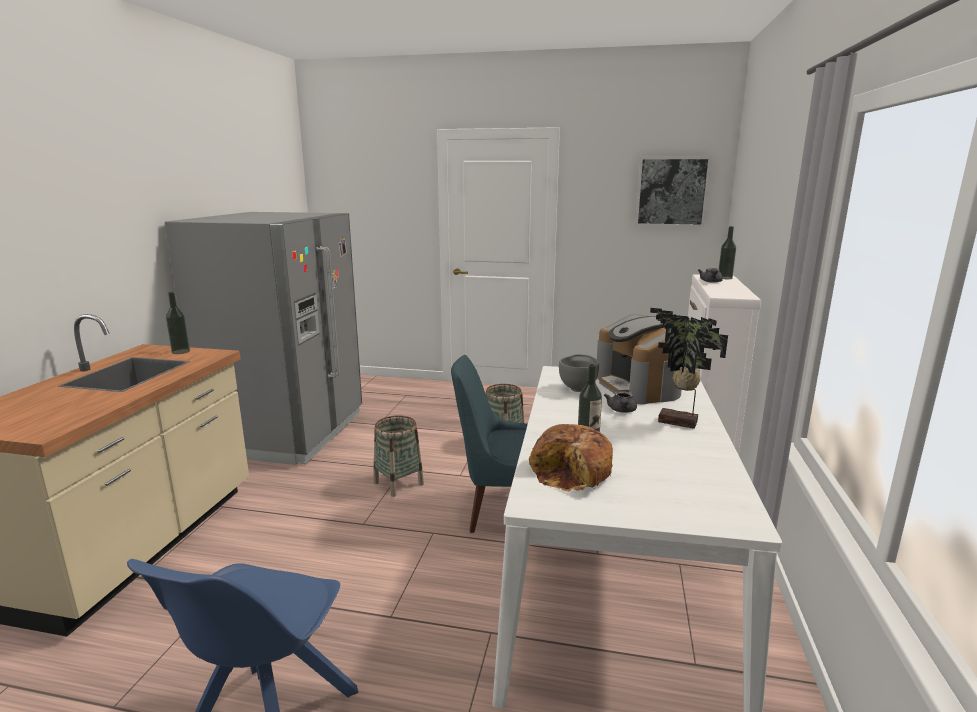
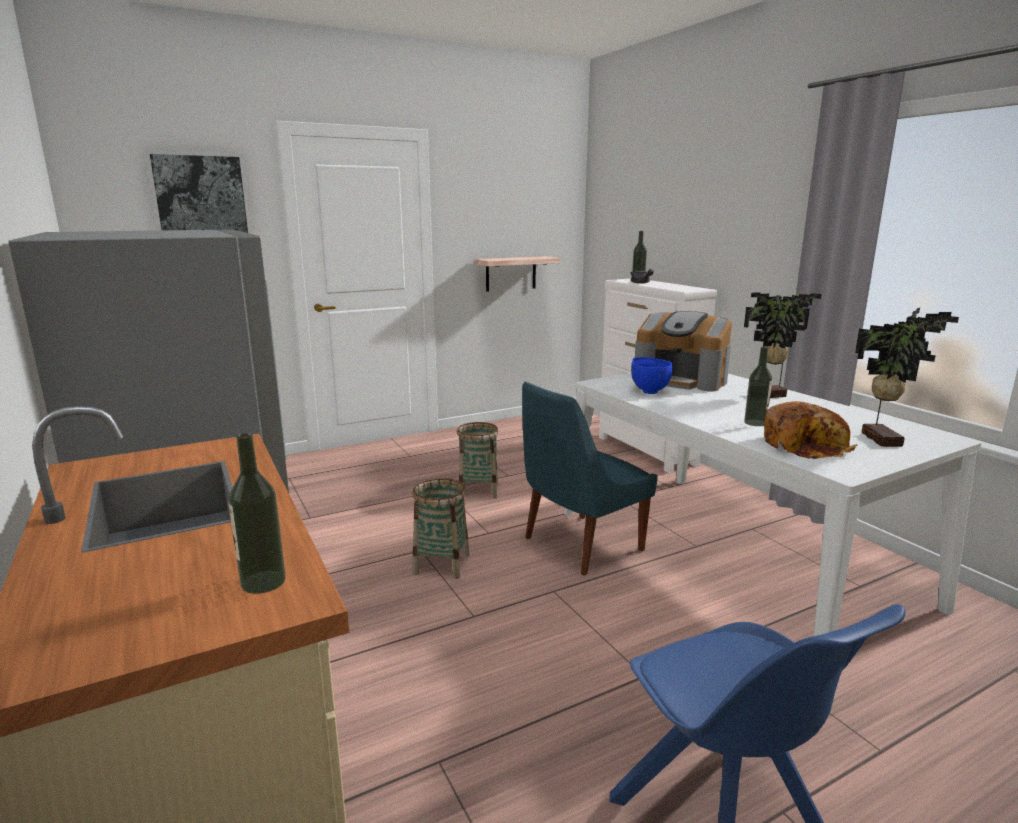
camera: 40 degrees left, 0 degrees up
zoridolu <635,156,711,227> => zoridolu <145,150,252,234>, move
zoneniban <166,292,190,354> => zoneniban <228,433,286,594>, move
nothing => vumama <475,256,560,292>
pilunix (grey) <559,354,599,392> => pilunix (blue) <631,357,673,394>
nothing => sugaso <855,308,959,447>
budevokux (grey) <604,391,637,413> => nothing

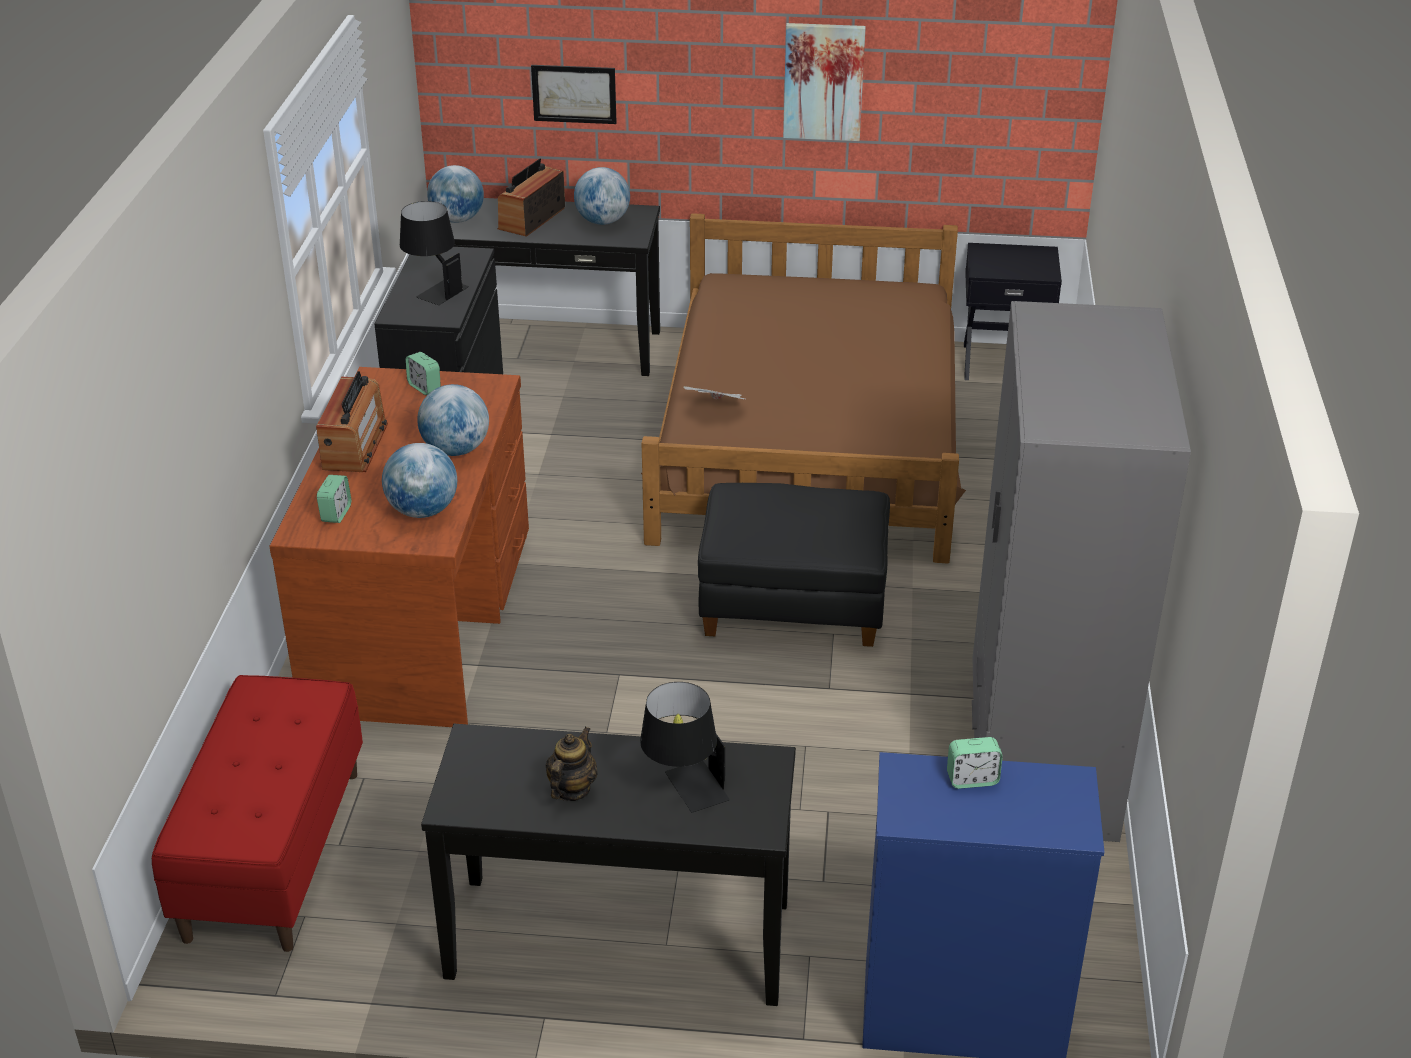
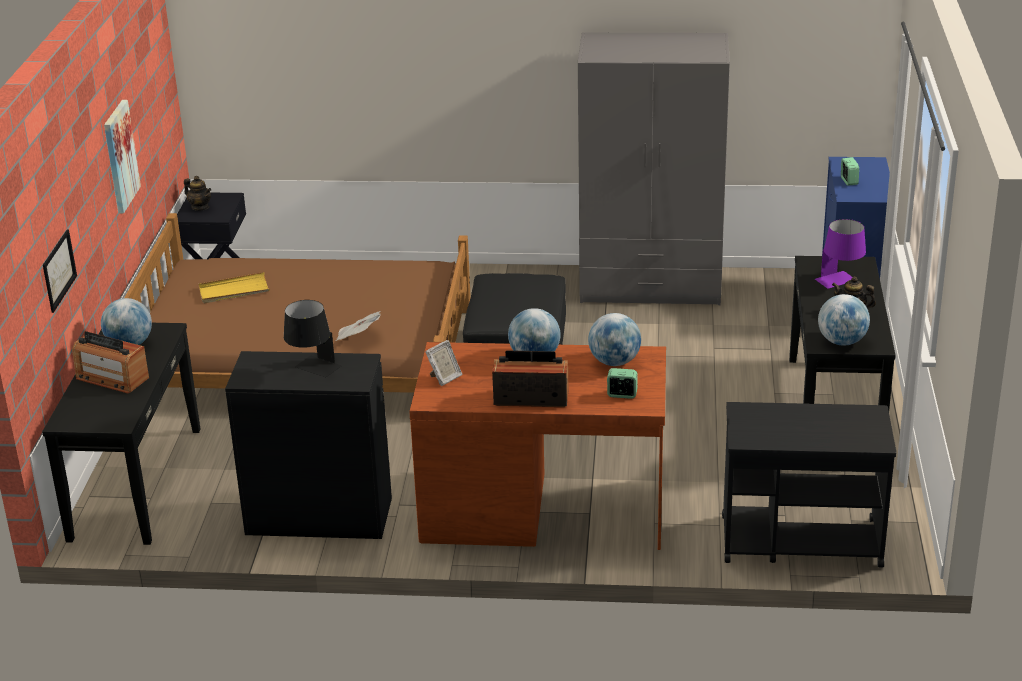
camera: 90 degrees left, 5 degrees down
nothing => budevokux <184,176,211,211>
nothing => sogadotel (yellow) <199,272,270,303>
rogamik <406,352,441,395> => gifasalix <425,340,462,386>
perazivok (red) <152,675,363,952> => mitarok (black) <722,402,896,568>
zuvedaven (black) <640,682,730,813> => zuvedaven (purple) <815,219,866,289>
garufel <427,165,484,223> => garufel <818,294,870,346>, move

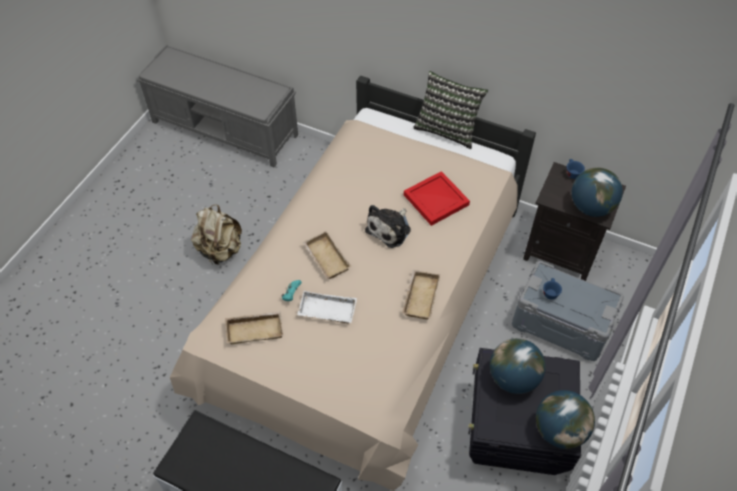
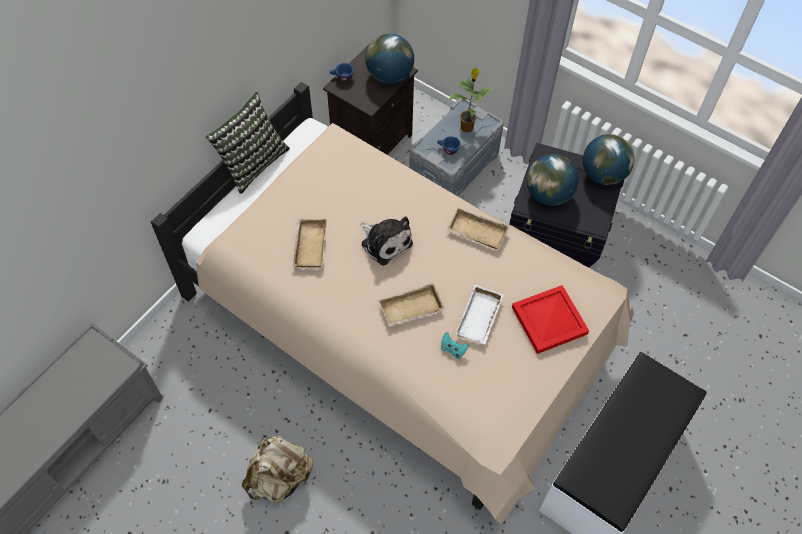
camera: 80 degrees left, 5 degrees up
sogadotel (beige) <225,311,283,344> => sogadotel (beige) <293,219,327,268>, move
nothing => sugaso <449,68,493,133>
sogadotel (red) <404,171,470,226> => sogadotel (red) <512,285,589,354>, move

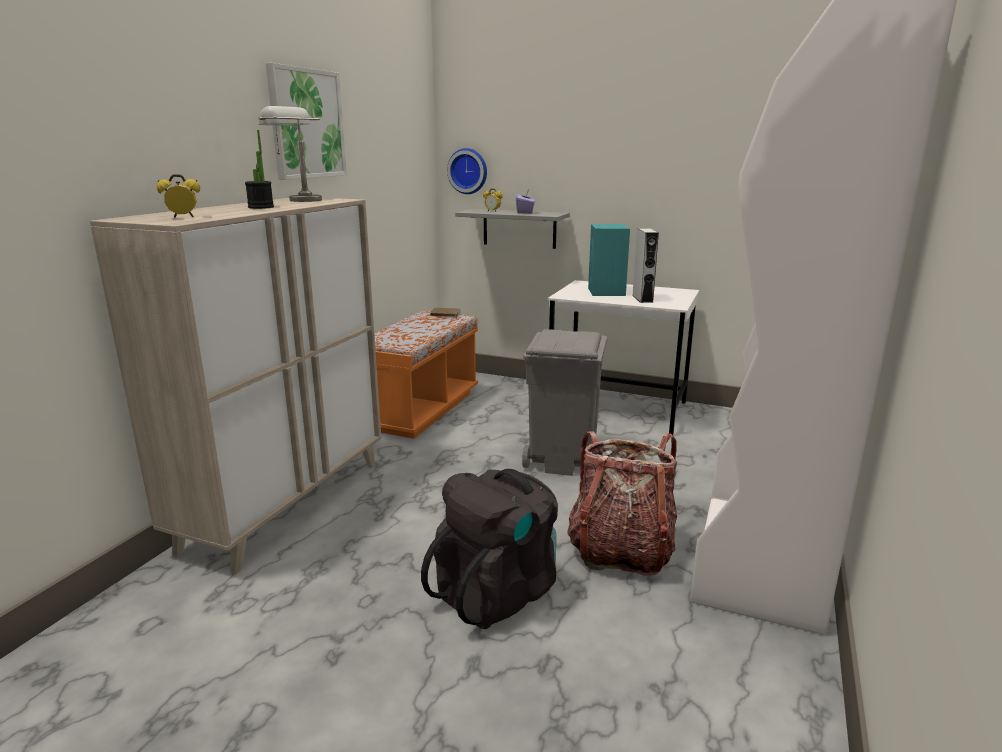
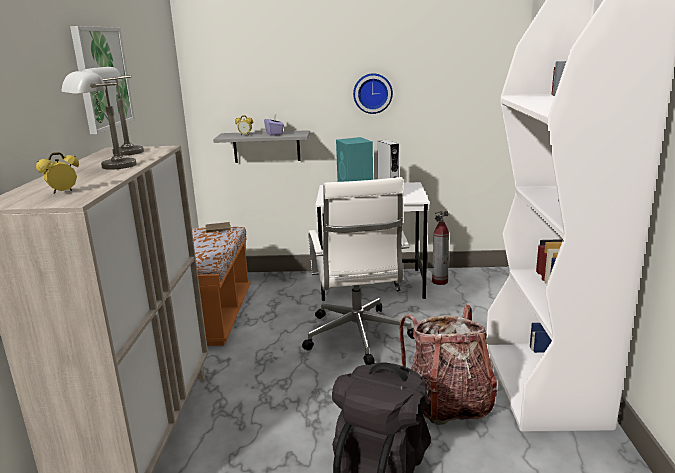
camera: 20 degrees left, 0 degrees up
sugaso <245,130,274,209> => zuvedaven (grey) <62,71,136,170>
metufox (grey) <522,329,607,476> => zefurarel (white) <302,177,414,365>
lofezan <447,148,487,194> => lofezan <353,73,393,114>, move
nothing => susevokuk <432,211,449,285>

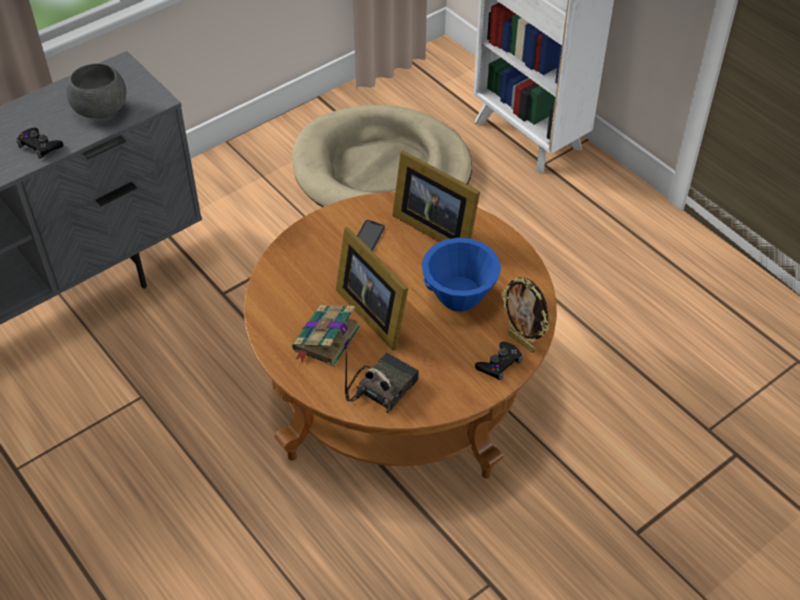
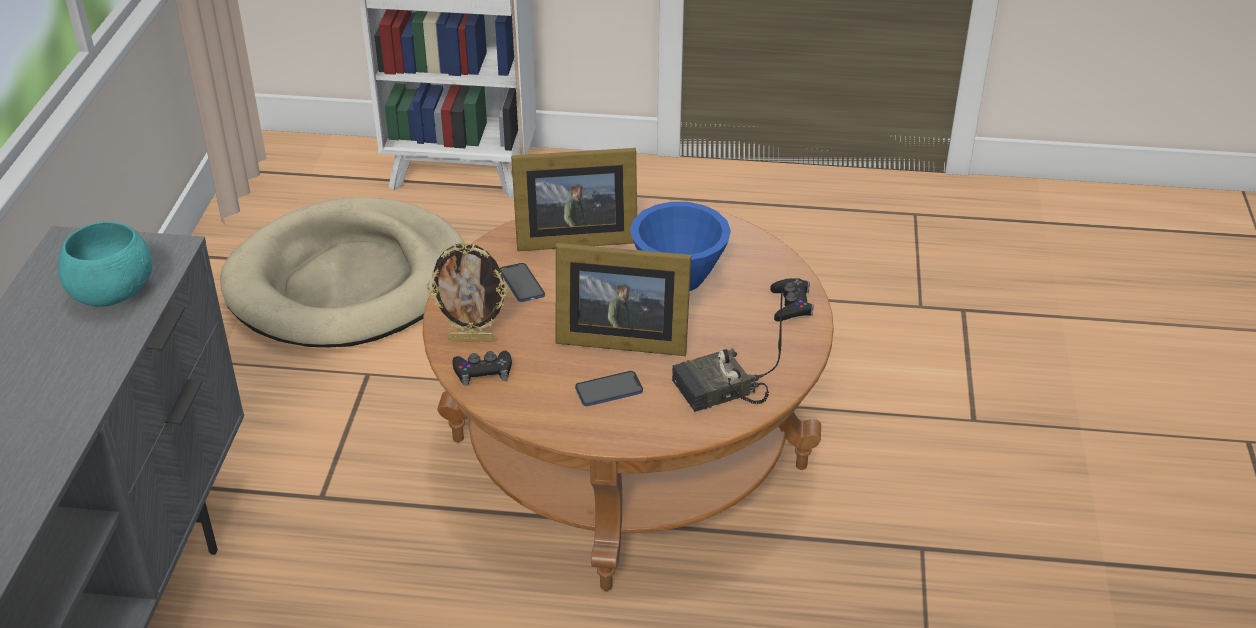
camera: 45 degrees left, 10 degrees down
pilunix (grey) <66,63,126,119> => pilunix (turquoise) <58,222,152,307>
gifasalix <501,277,549,353> => gifasalix <427,242,509,342>, move
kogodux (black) <16,128,63,159> => kogodux (black) <453,351,512,386>, move
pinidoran <292,305,360,367> => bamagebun <575,371,643,406>
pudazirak <345,351,419,413> => pudazirak <672,282,783,412>, 105 degrees counterclockwise

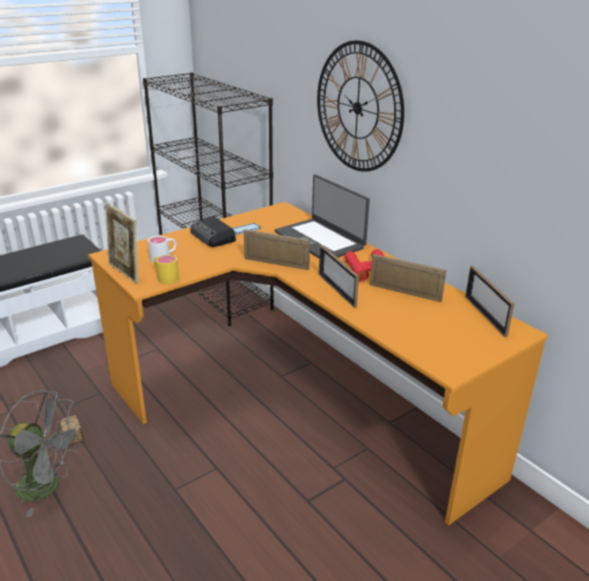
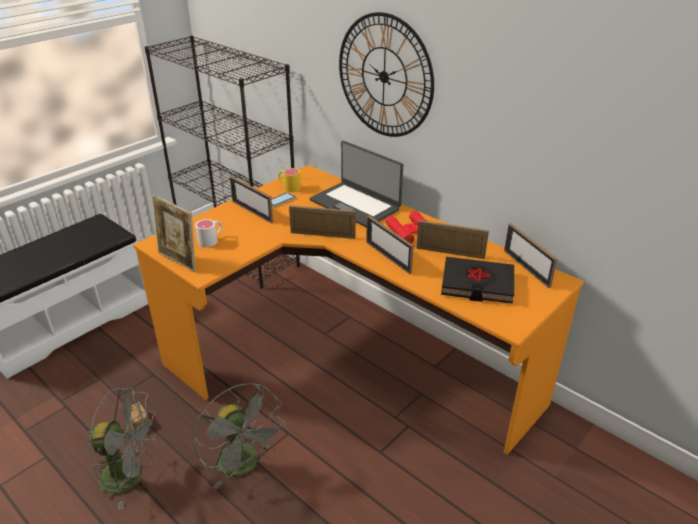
camera: 10 degrees left, 5 degrees up
nothing => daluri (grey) <193,383,286,490>
pudazirak <190,217,236,247> => gifasalix <230,176,273,223>
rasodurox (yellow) <154,255,179,284> => rasodurox (yellow) <278,168,301,192>, move
nothing => pinidoran (black) <441,257,514,304>

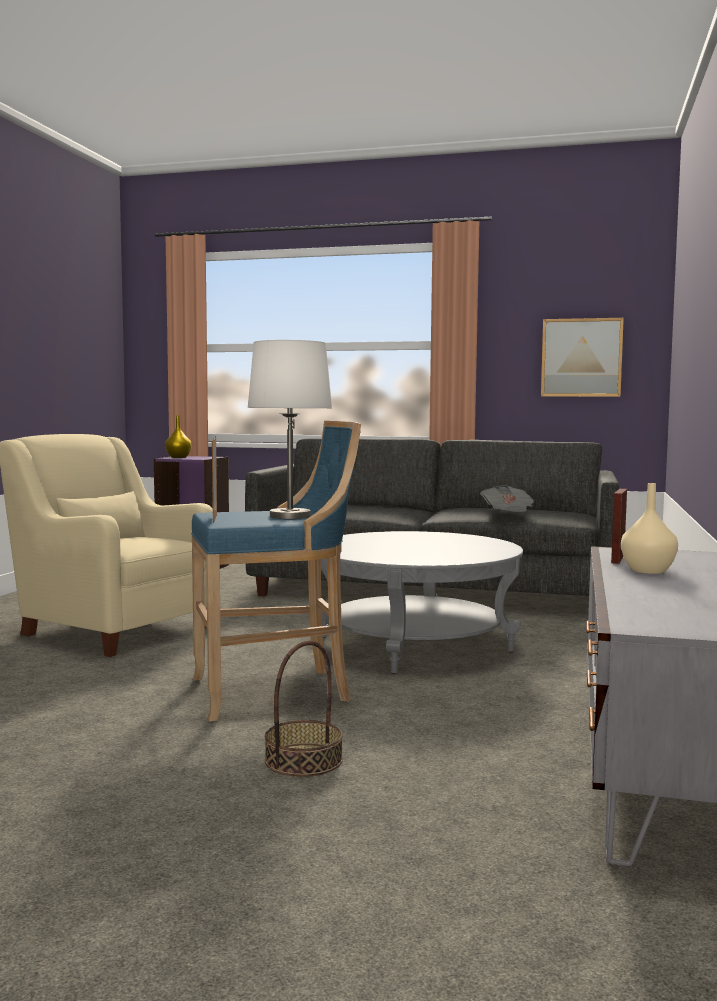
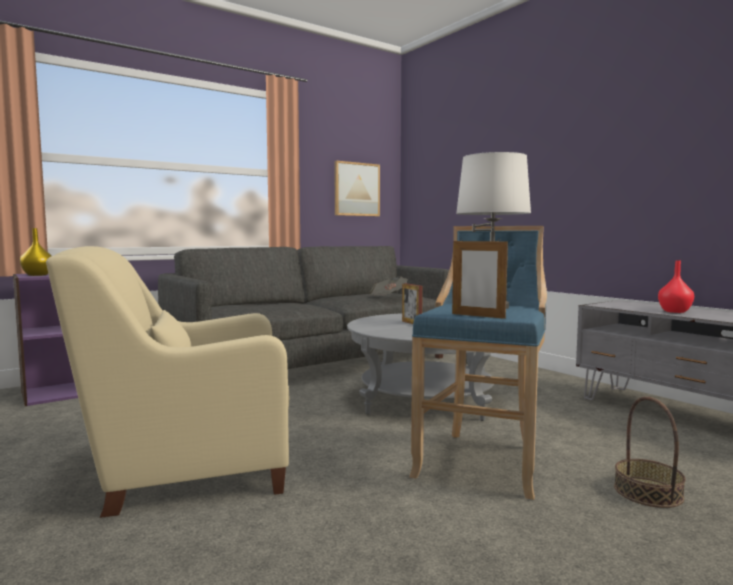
camera: 50 degrees left, 0 degrees up
gifasalix <611,489,627,564> => gifasalix <402,283,423,324>, move
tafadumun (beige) <621,483,678,574> => tafadumun (red) <658,260,694,313>

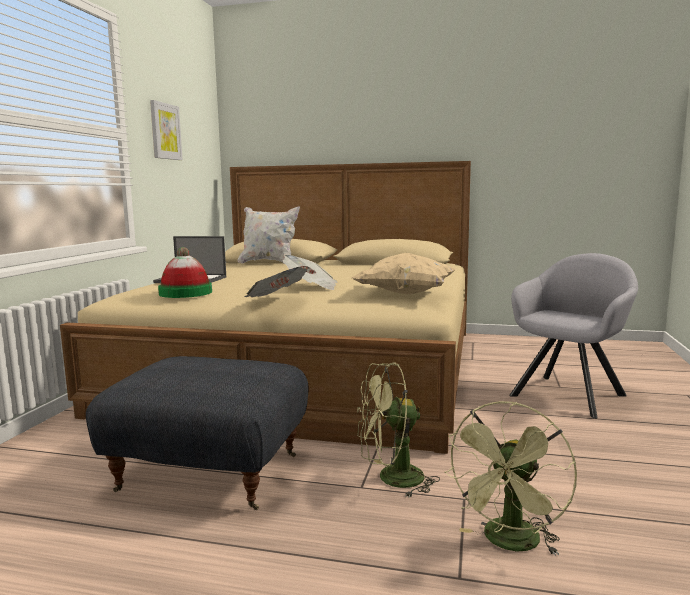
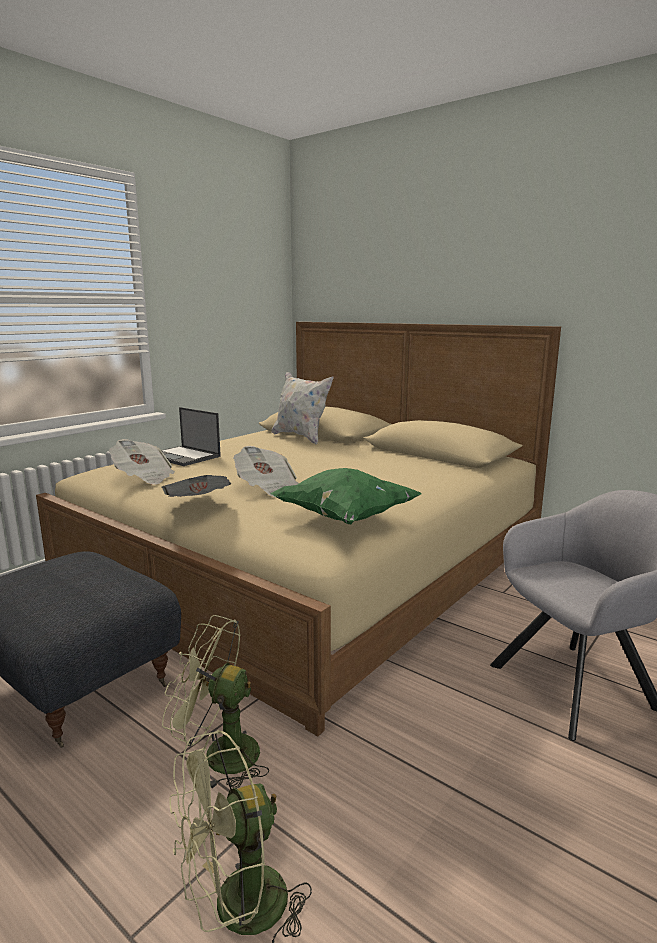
camera: 25 degrees right, 5 degrees up
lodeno <158,247,212,298> => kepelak <109,439,175,485>
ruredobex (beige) <352,253,456,295> => ruredobex (green) <271,468,421,524>
zoridolu <150,100,183,160> => nothing

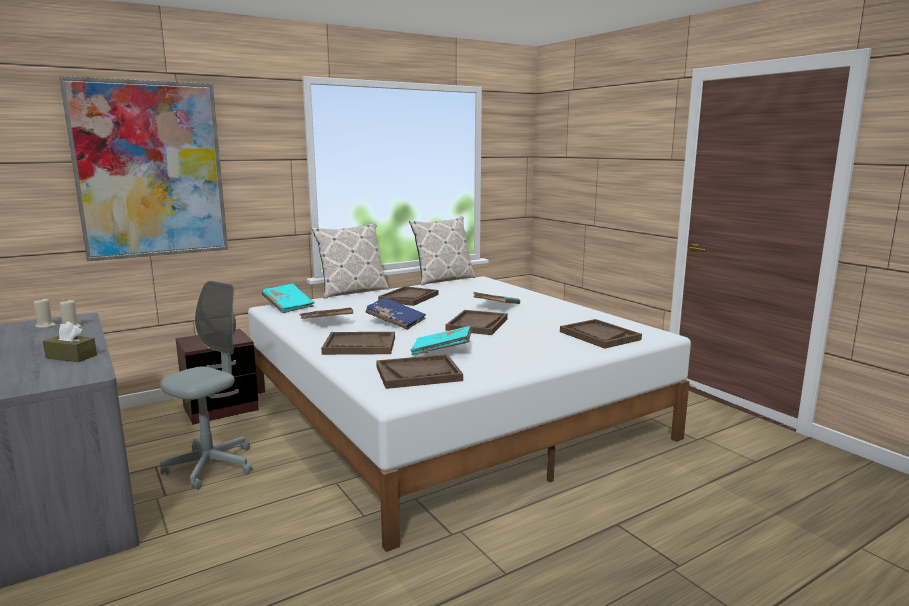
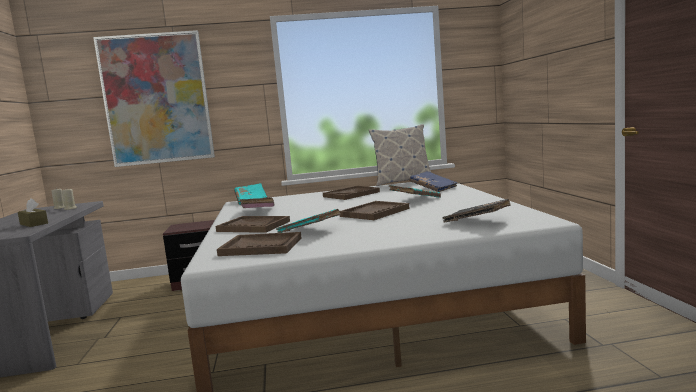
camera: 25 degrees right, 5 degrees down
pinidoran (blue) <365,297,426,330> => pinidoran (blue) <409,171,457,192>, move
sogadotel (brown) <560,319,642,349> => pinidoran (black) <442,199,511,223>
zefurarel (grey) <160,281,252,490> => nothing
ruredobex <311,223,389,299> => nothing

